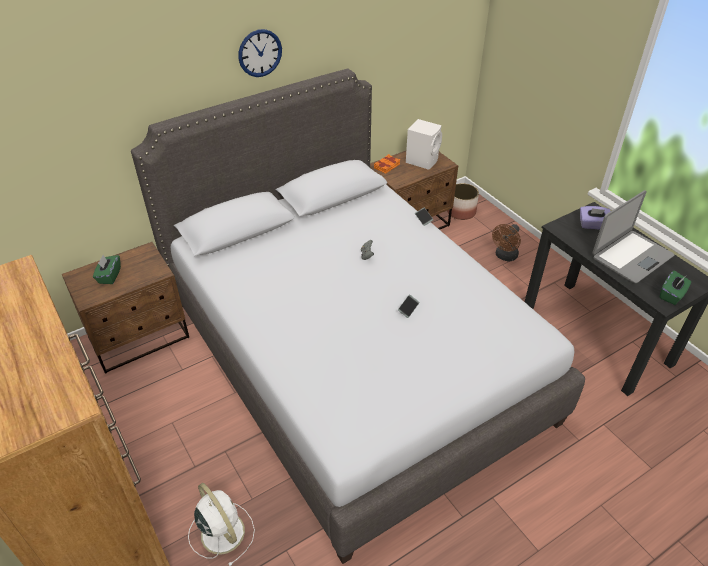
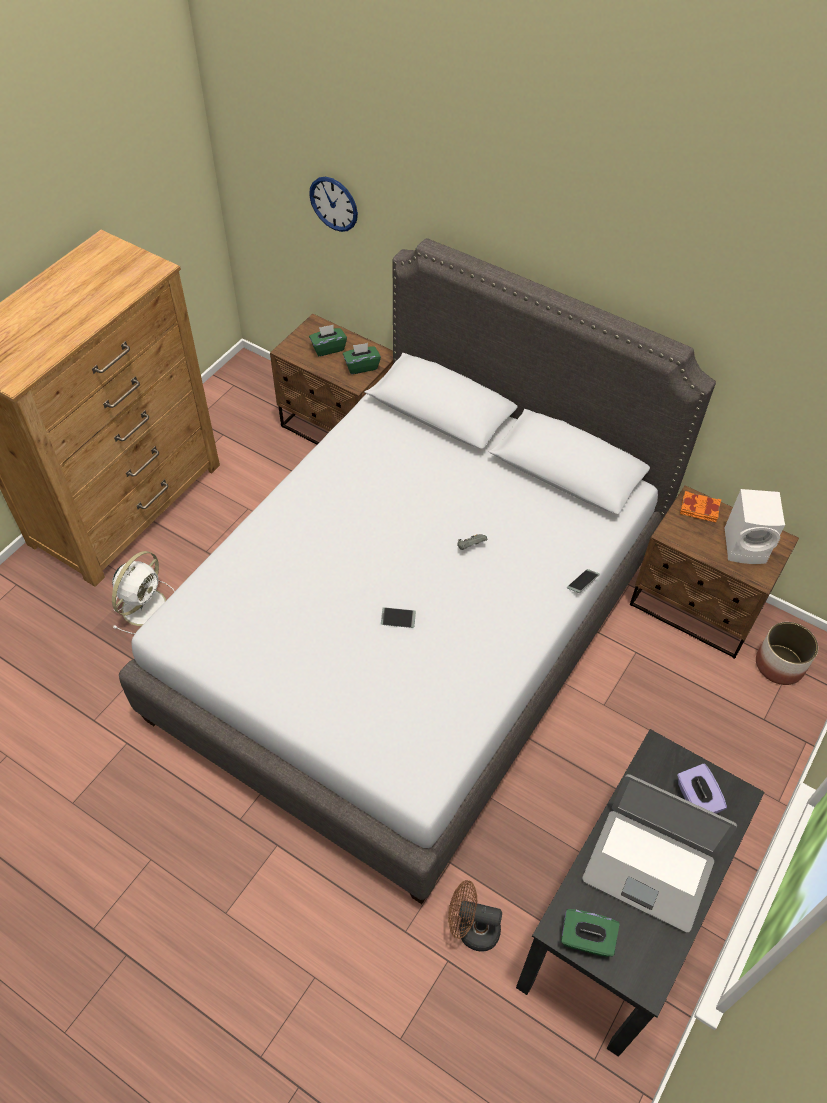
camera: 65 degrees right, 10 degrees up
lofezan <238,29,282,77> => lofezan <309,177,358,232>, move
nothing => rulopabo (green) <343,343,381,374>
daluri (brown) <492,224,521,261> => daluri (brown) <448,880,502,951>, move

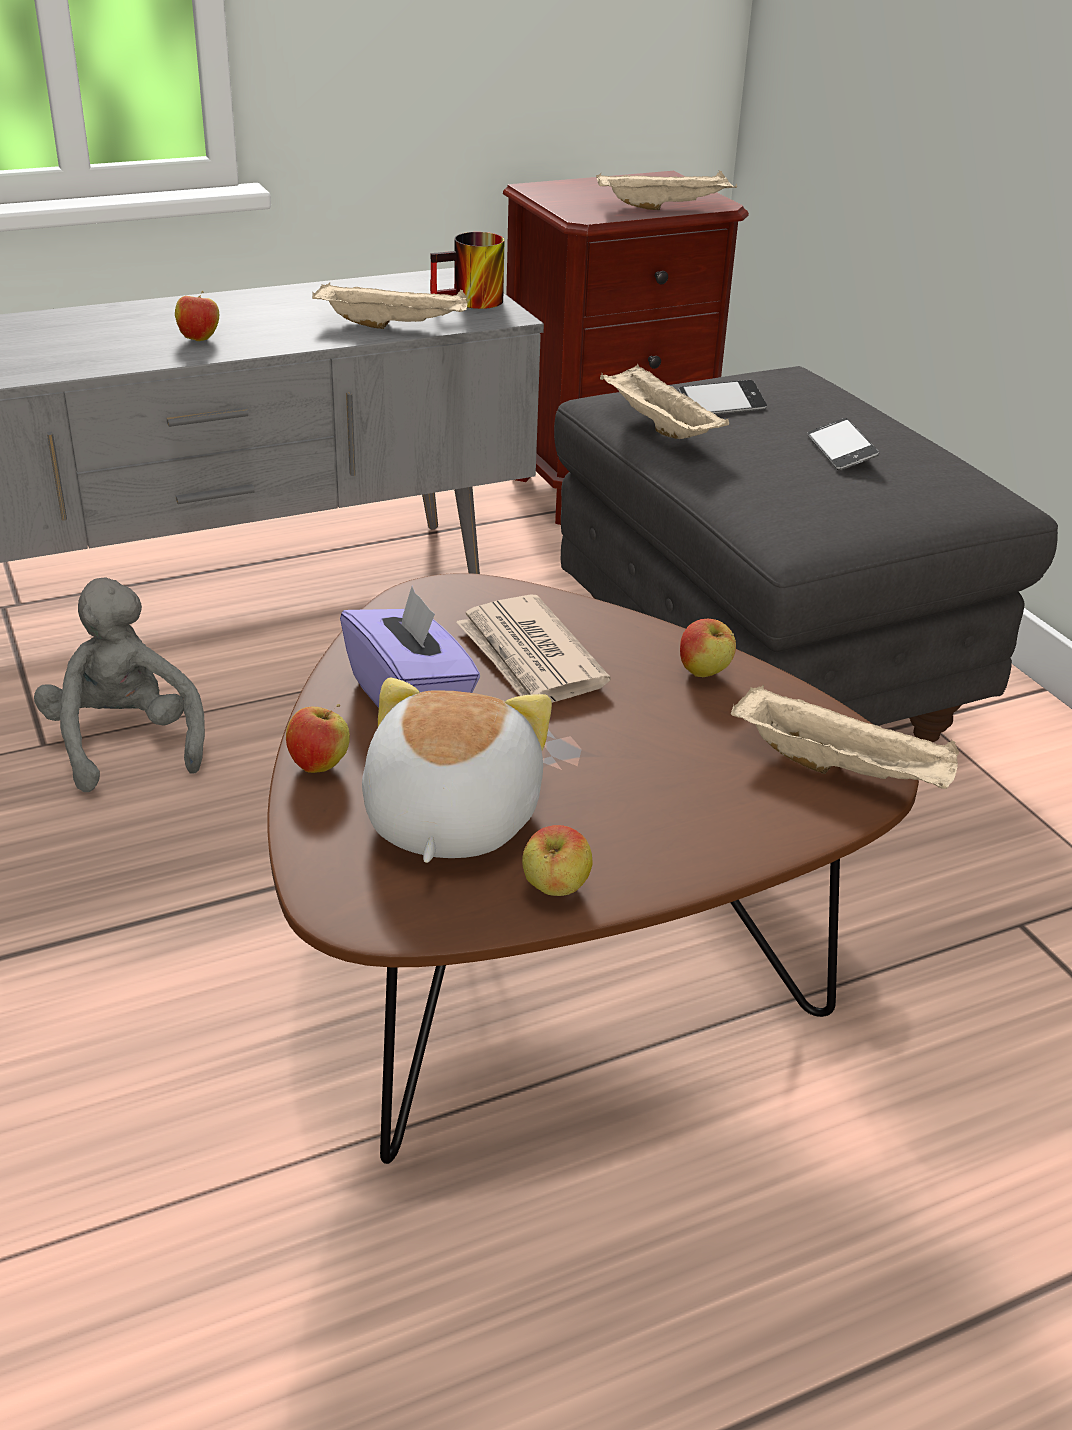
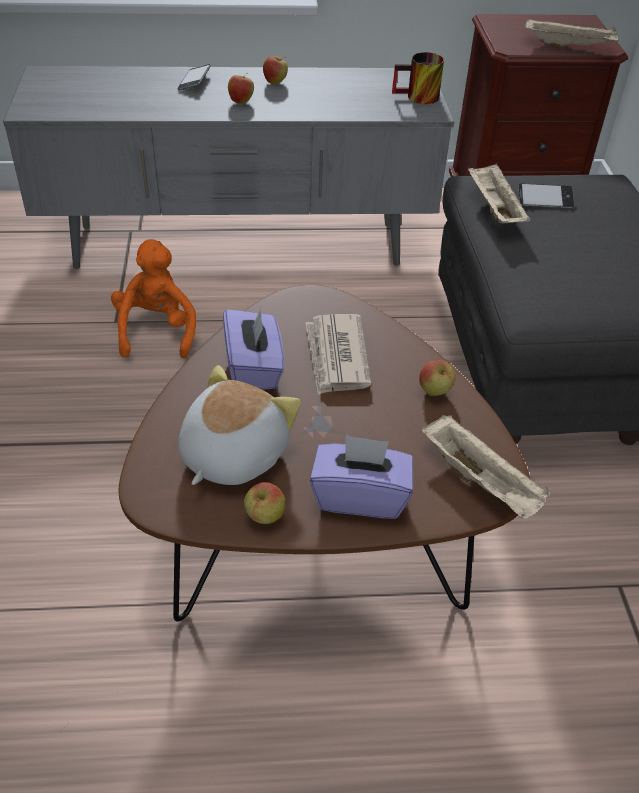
camera: 20 degrees right, 10 degrees up
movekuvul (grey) <34,577,205,792> => movekuvul (orange) <111,239,196,358>
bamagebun <807,418,879,470> => bamagebun <177,64,211,90>, move
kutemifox <286,704,350,773> => kutemifox <263,56,288,84>, move
nothing => rulopabo (purple) <310,435,413,519>
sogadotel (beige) <312,283,467,329> => nothing

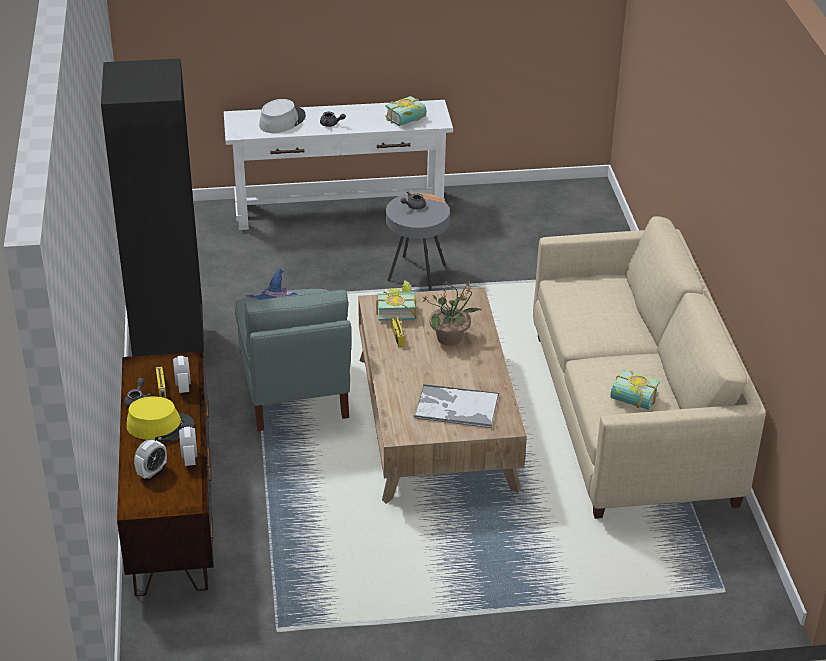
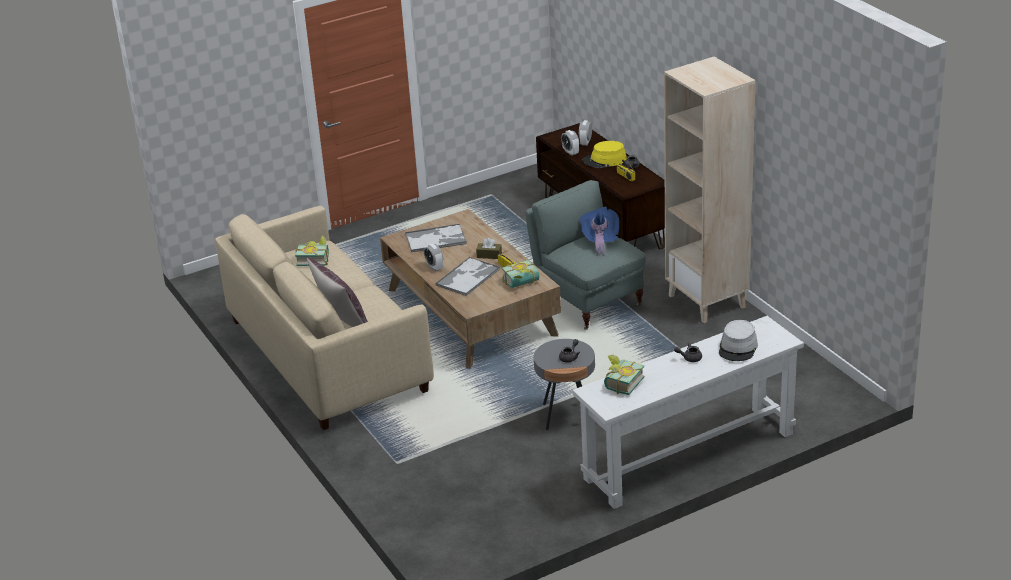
camera: 160 degrees right, 5 degrees down
nothing => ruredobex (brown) <307,258,368,327>
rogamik <173,356,191,393> => rogamik <424,244,443,271>, move
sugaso <423,280,483,346> => sogadotel <435,257,500,296>
nothing => rulopabo (brown) <476,238,502,259>
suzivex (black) <101,58,204,356> => suzivex (beige) <664,57,755,323>

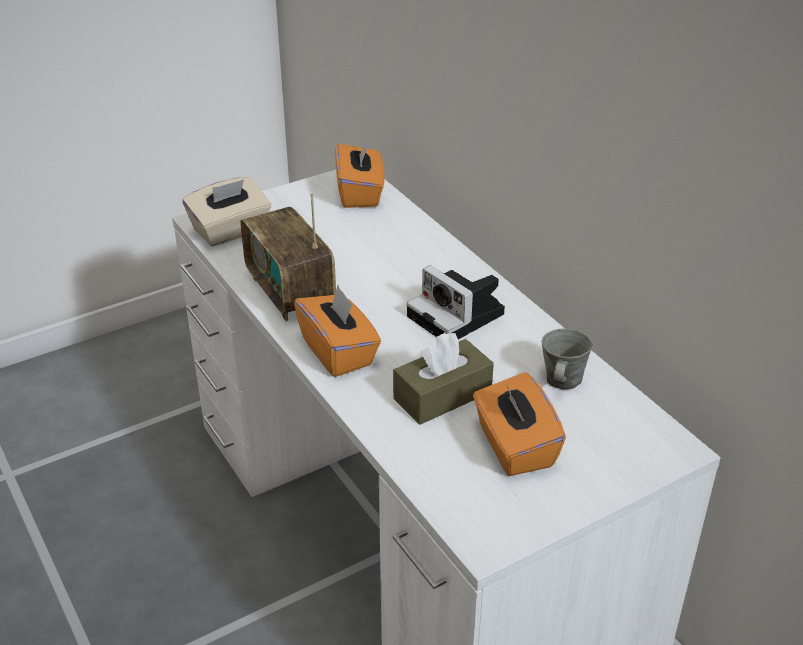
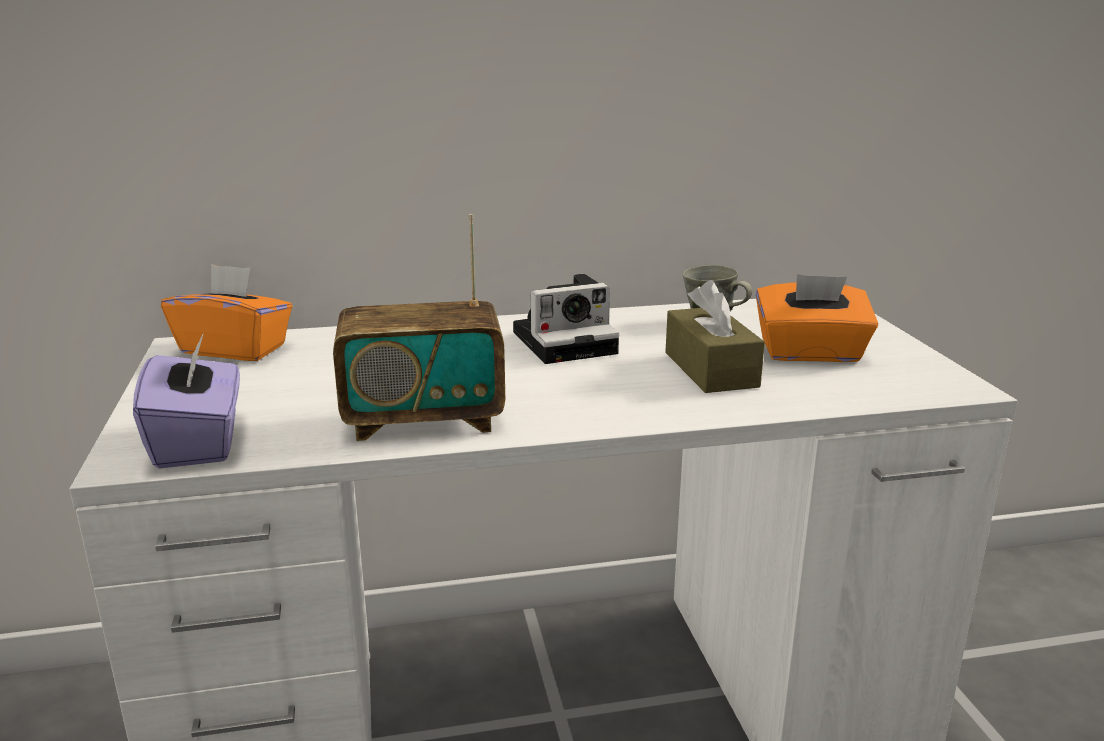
camera: 70 degrees left, 15 degrees down
rulopabo (beige) <183,177,271,247> => rulopabo (purple) <133,333,240,469>
rulopabo (orange) <294,285,381,377> => nothing

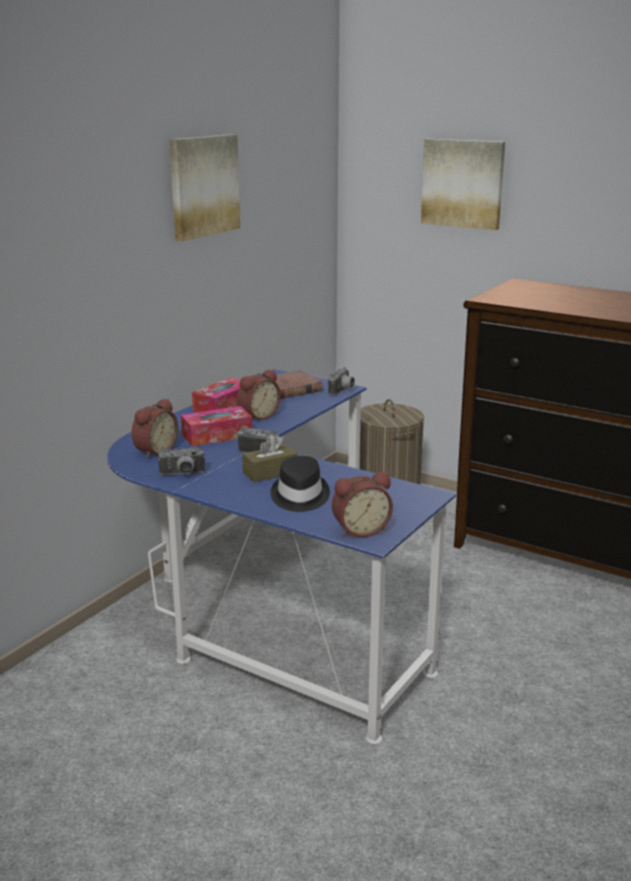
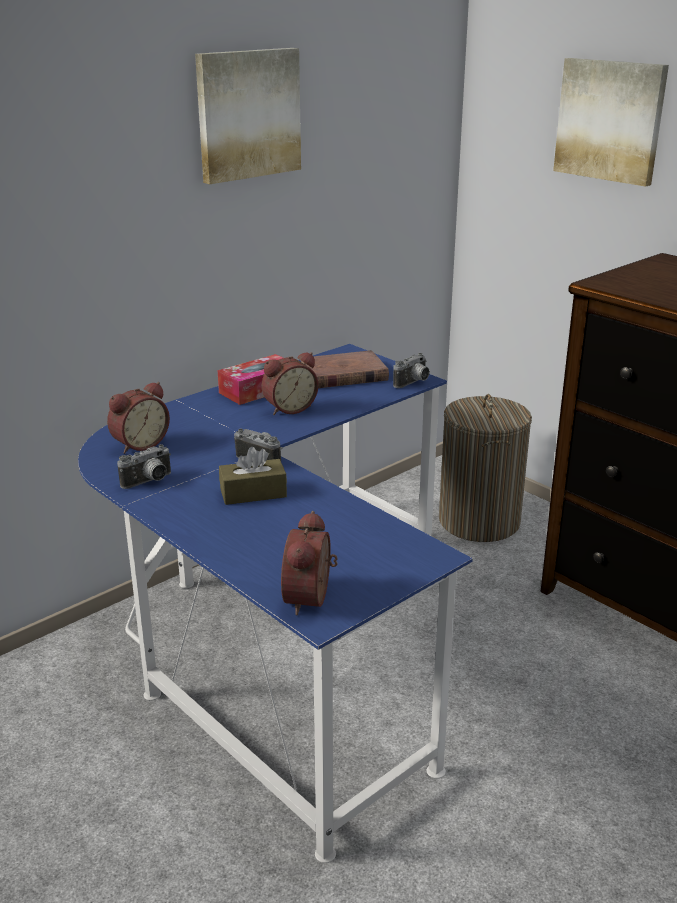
camera: 15 degrees right, 5 degrees up
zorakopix <158,447,205,475> => zorakopix <117,444,171,489>, 45 degrees counterclockwise
rogamik <332,472,393,537> => rogamik <281,511,338,616>, 105 degrees clockwise
rulopabo <181,406,252,446> => nothing
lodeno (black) <271,456,330,512> => nothing

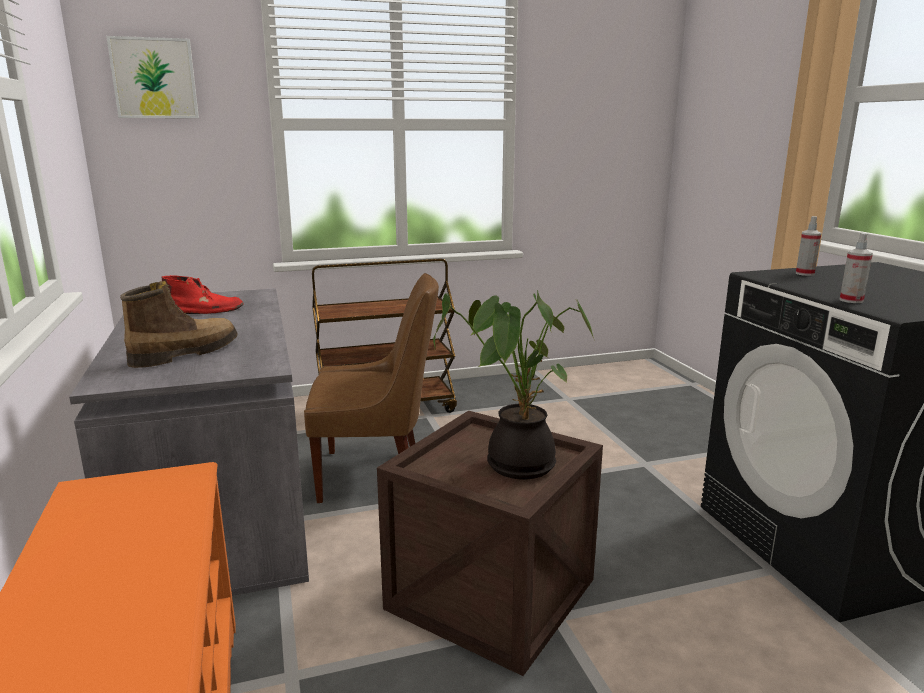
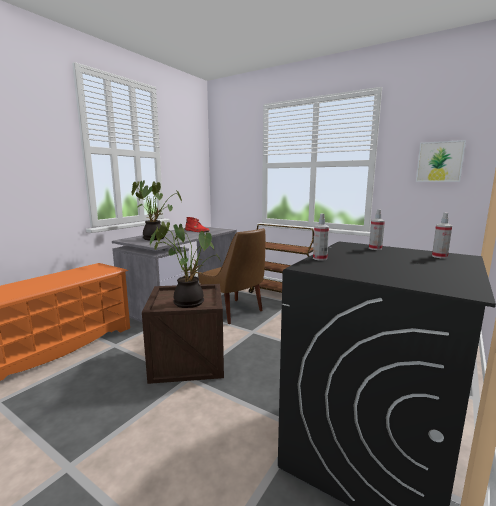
camera: 50 degrees right, 5 degrees down
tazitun <120,281,238,368> => sugaso <131,181,182,240>
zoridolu <106,36,199,118> => zoridolu <416,140,466,182>, move
nothing => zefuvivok <432,213,452,258>

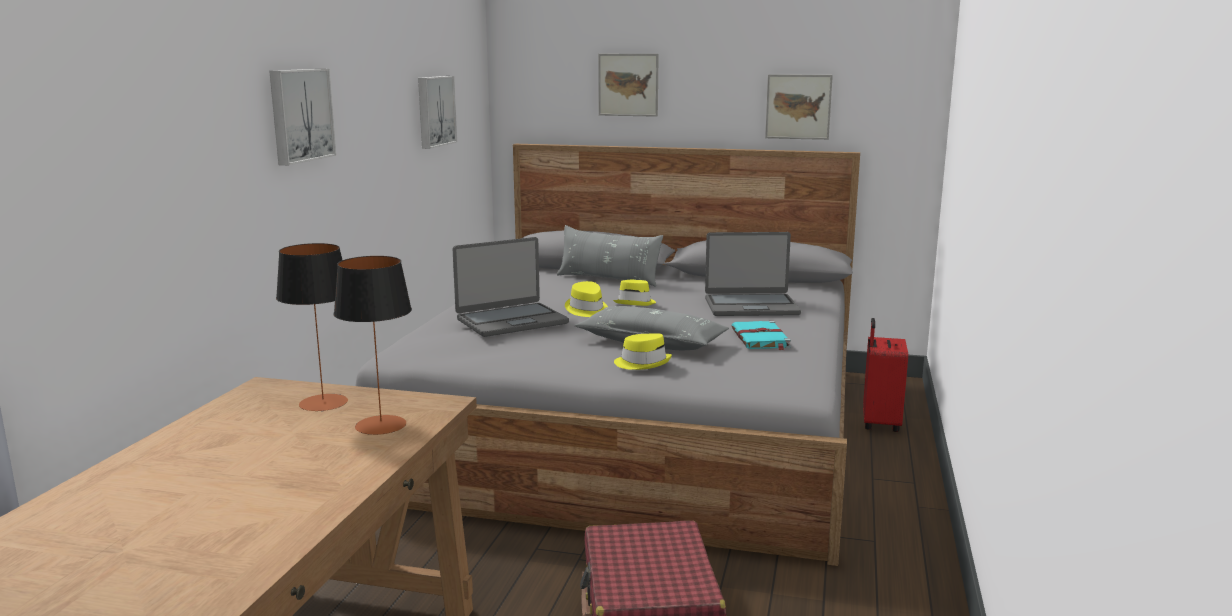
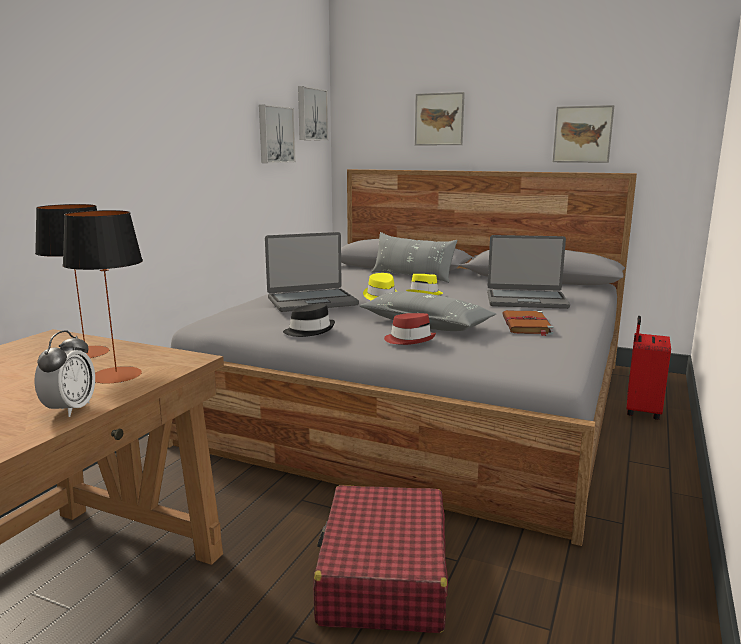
camera: 10 degrees right, 0 degrees up
nothing => rogamik <34,330,95,417>
nothing => lodeno (black) <283,303,335,337>
zoridolu <269,69,336,165> => zoridolu <298,86,329,141>, move
lodeno (yellow) <614,333,672,370> => lodeno (red) <384,313,436,345>
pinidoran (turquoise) <731,321,791,350> => pinidoran (brown) <502,310,553,336>

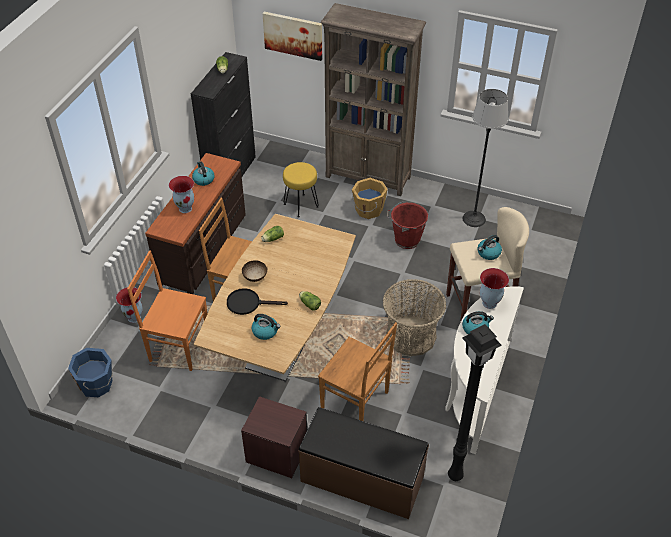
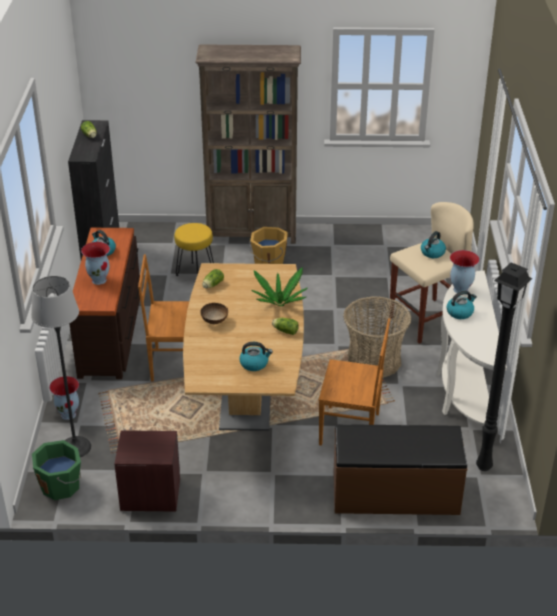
camera: 20 degrees left, 10 degrees down
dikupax <462,89,508,227> => dikupax <31,276,91,457>, move
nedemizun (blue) <68,348,113,397> => nedemizun (green) <32,440,81,500>
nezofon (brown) <241,396,307,478> => nezofon (brown) <114,430,180,512>, move
nothing => sugaso <251,268,308,306>
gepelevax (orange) <127,251,207,371> => nothing
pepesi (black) <227,288,288,315> => nothing
zoridolu <263,12,322,61> => nothing
nedemizun (red) <387,201,428,249> => nothing

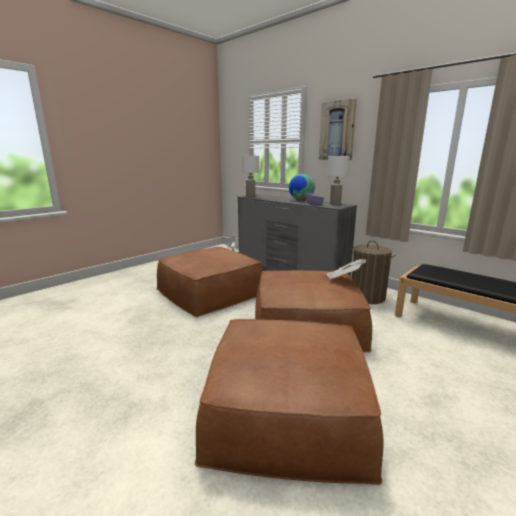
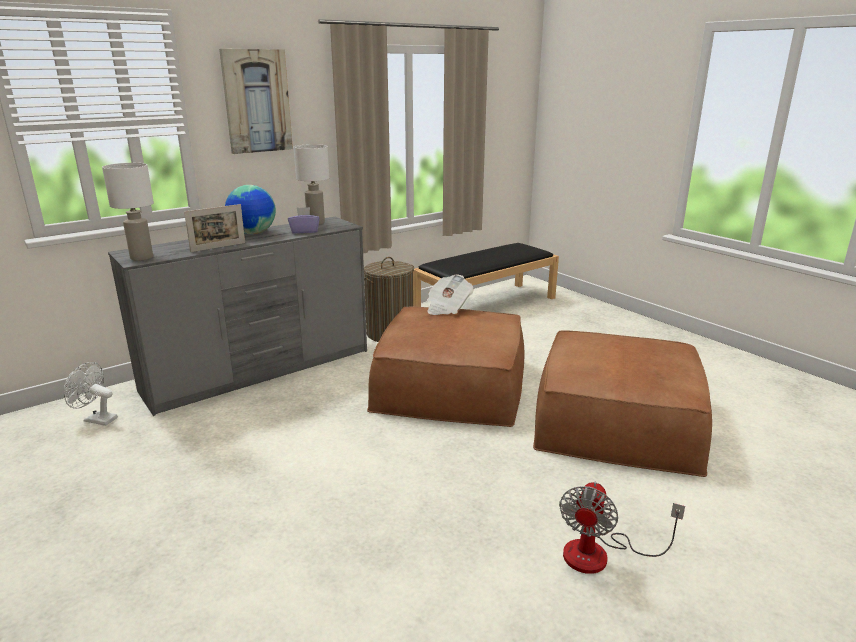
camera: 80 degrees left, 5 degrees up
nothing => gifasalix <184,204,245,252>
nothing => daluri <559,482,685,574>
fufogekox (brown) <157,247,263,317> => nothing

